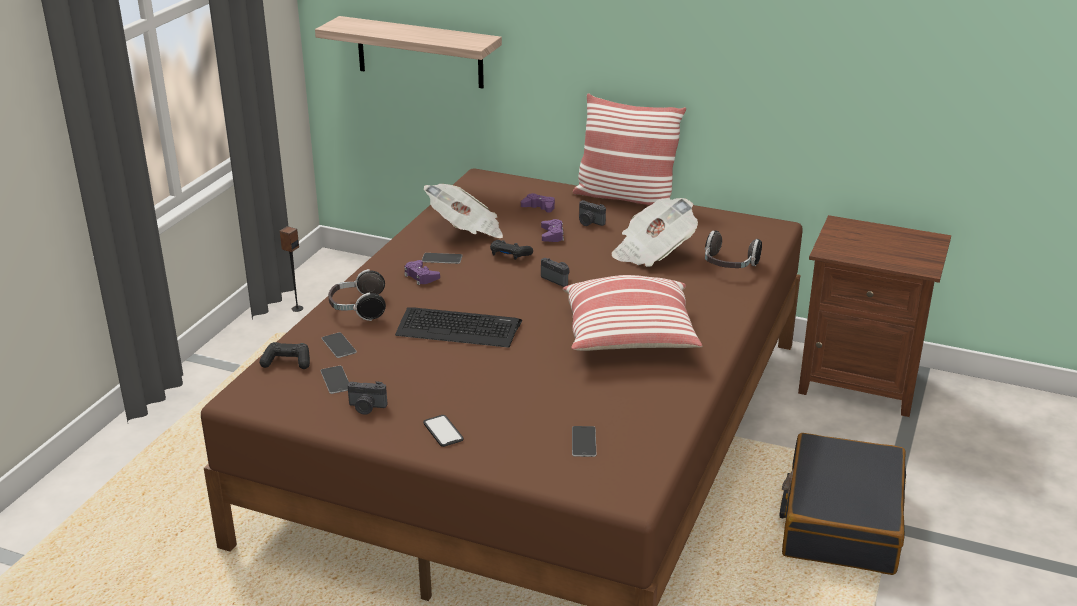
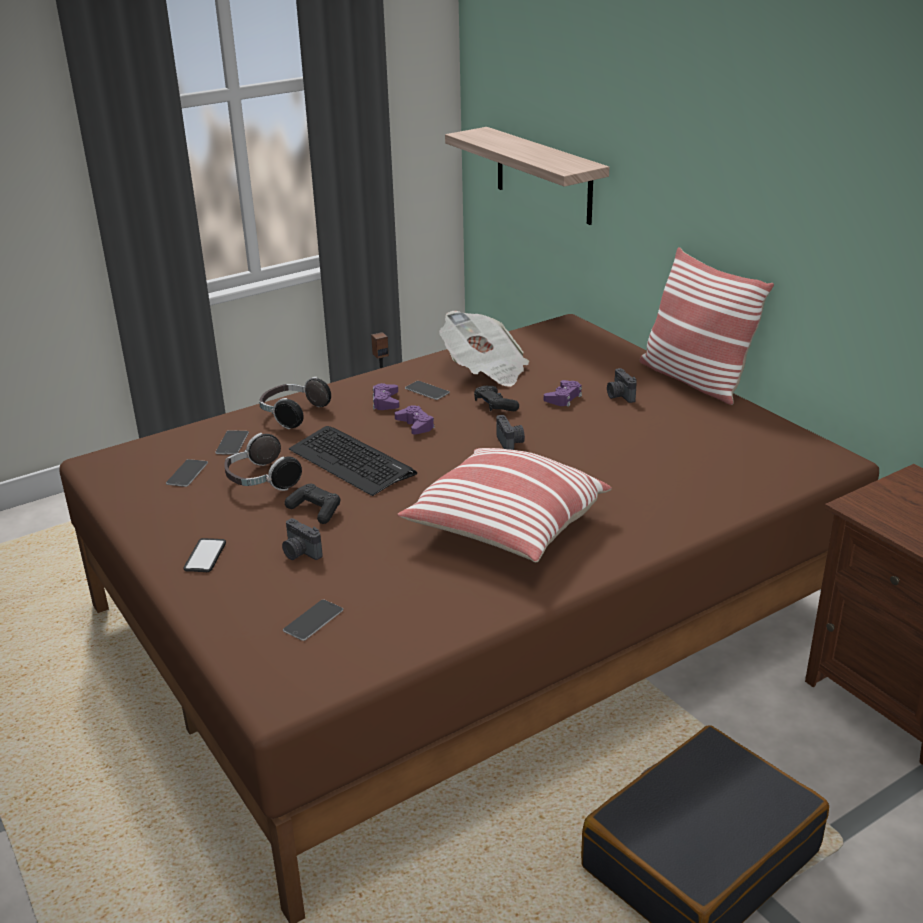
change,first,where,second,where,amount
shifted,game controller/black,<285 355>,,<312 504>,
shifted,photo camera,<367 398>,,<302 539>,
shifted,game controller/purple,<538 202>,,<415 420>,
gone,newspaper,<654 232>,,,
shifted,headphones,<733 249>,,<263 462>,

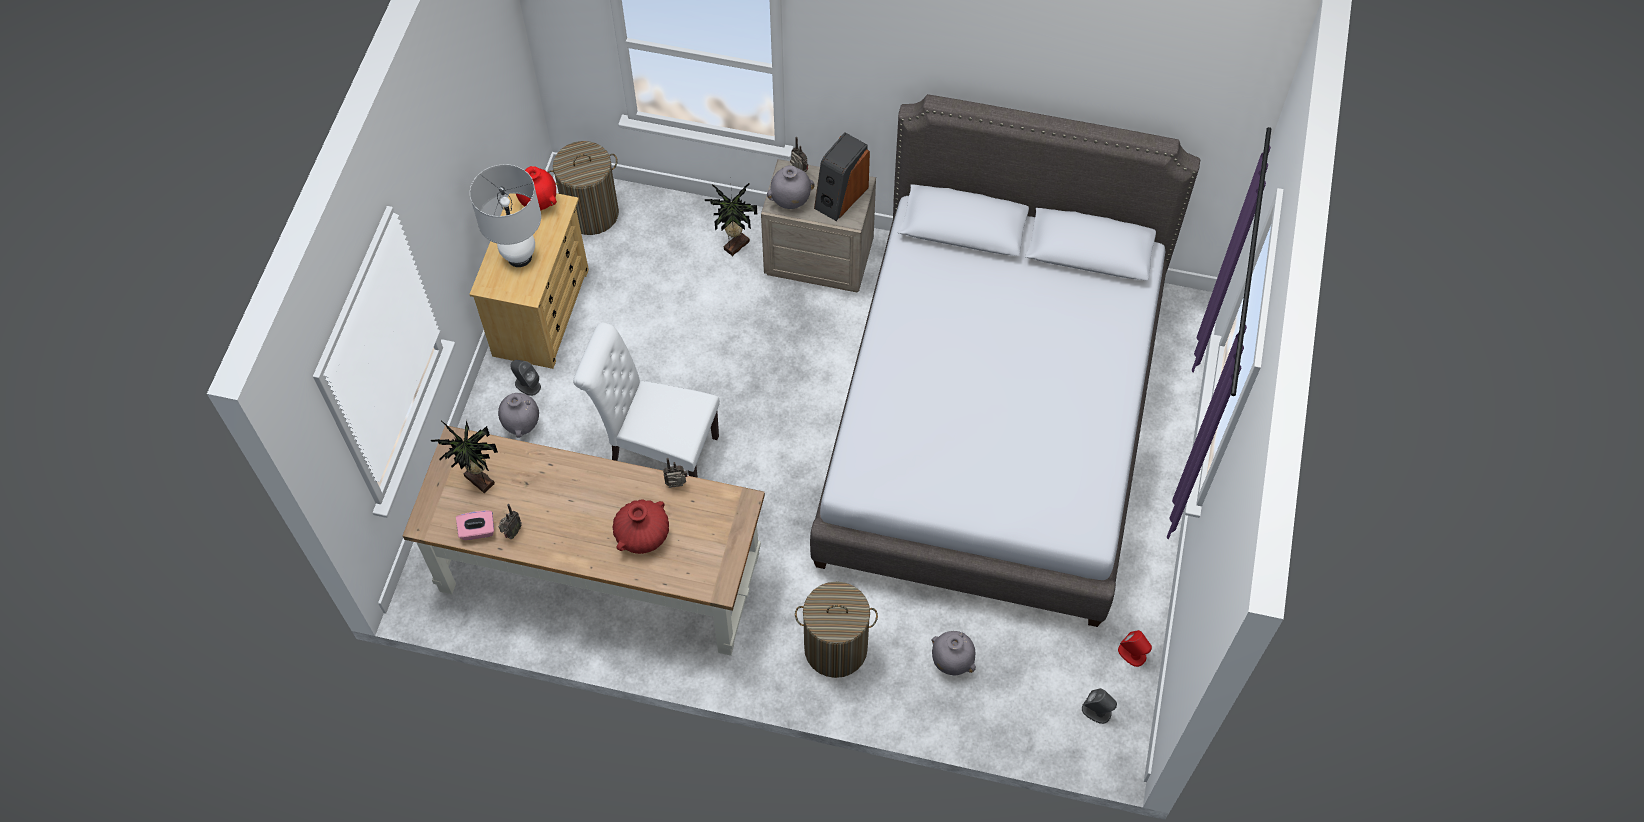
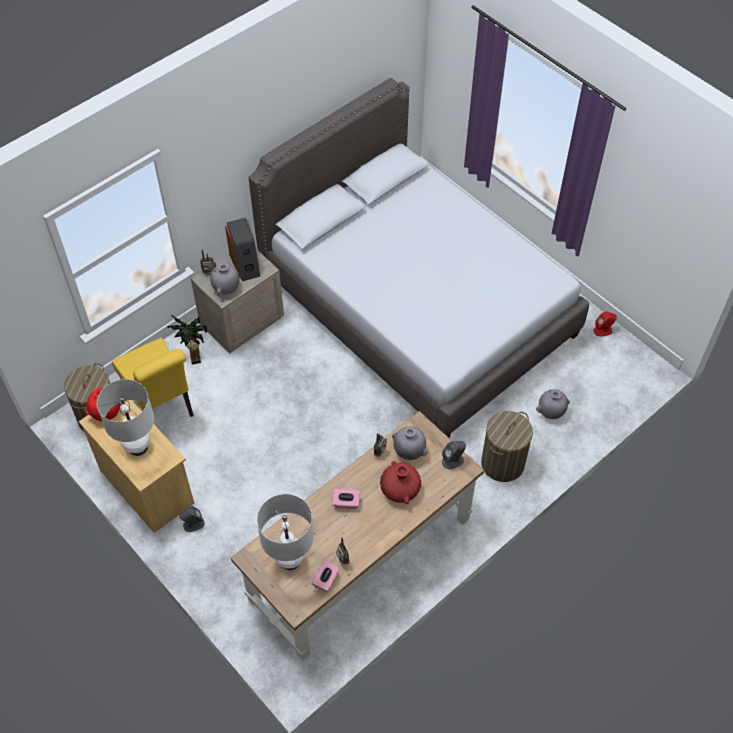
change,first,where,second,where,amount
swapped,potted plant,<464 456>,table lamp/white,<285 532>,
shifted,vase/grey,<518 415>,,<410 443>,
gone,chair/white,<646 400>,,,
shifted,speaker/grey,<1099 706>,,<454 455>,
new,,,chair/yellow,<153 377>,
new,,,tissue box/pink,<346 498>,

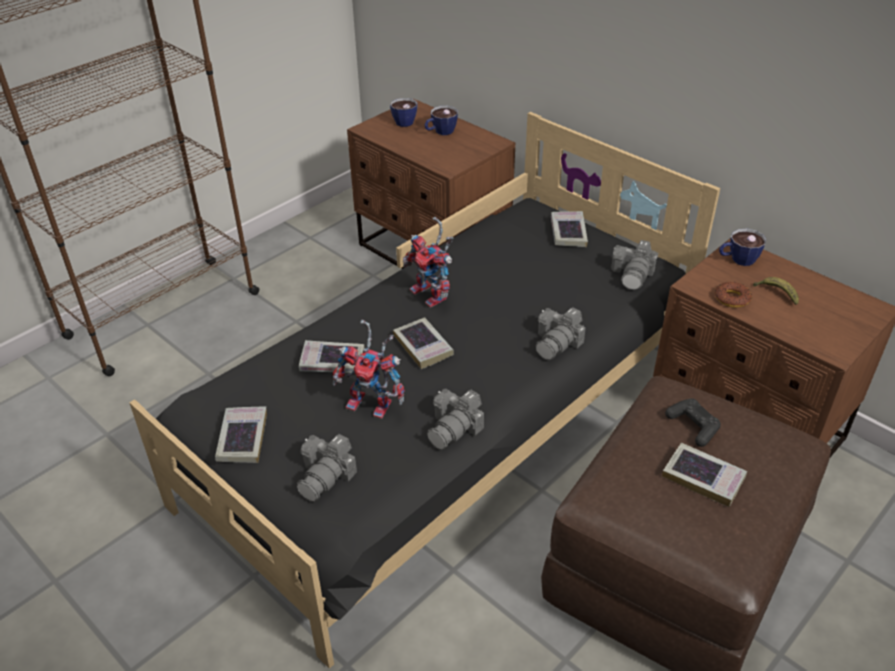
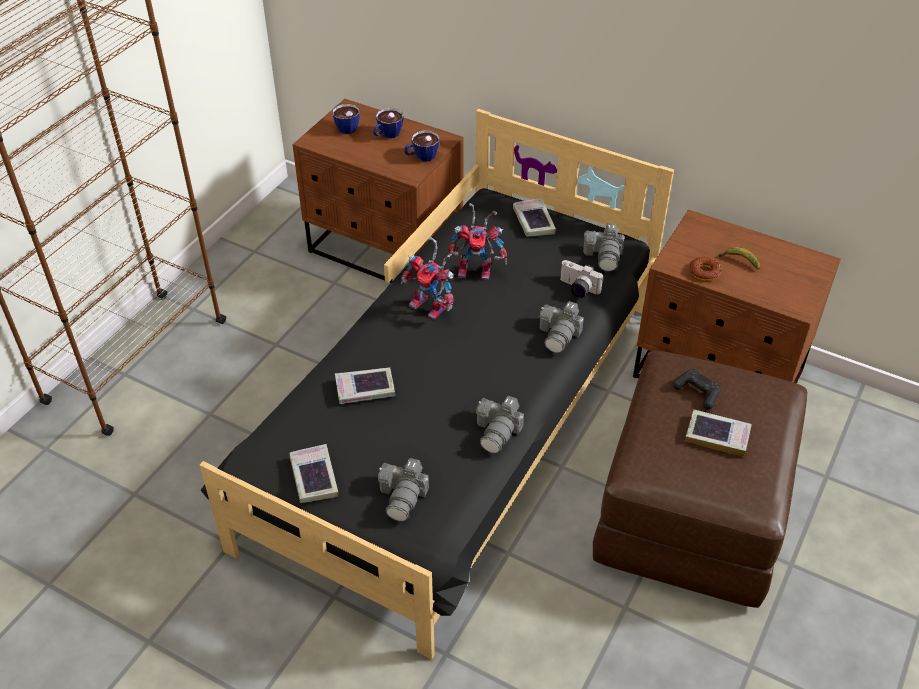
change,first,where,second,where,amount
shifted,toy robot,<368 369>,,<477 241>,
gone,book,<423 343>,,,
shifted,cup,<742 247>,,<422 146>,
new,,,photo camera,<581 279>,

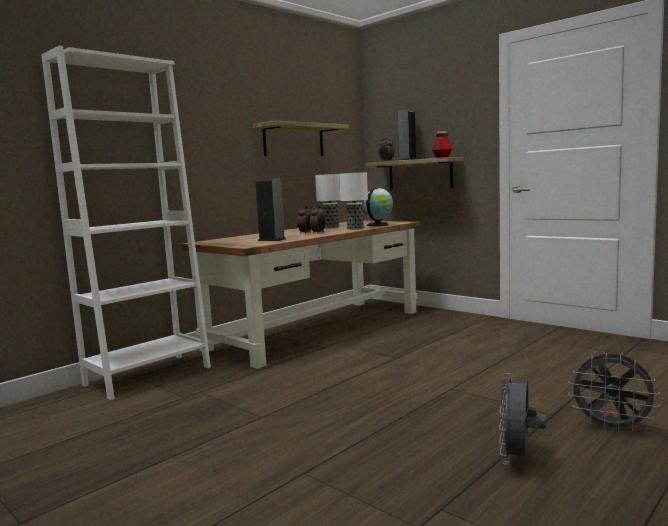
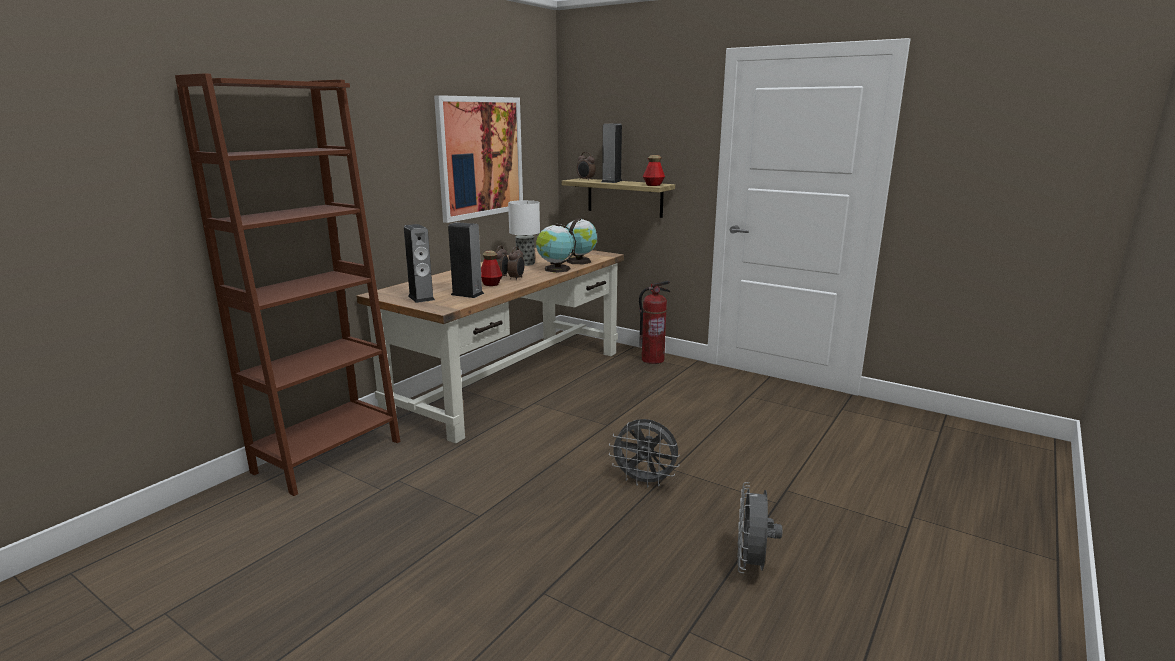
change,first,where,second,where,amount
repainted,bookcase/white,<126 223>,bookcase/brown,<287 284>,
swapped,shelf,<301 138>,picture,<478 159>,
swapped,table lamp,<353 201>,globe,<556 248>,
shifted,fan/grey,<614 393>,,<644 453>,
new,,,speaker,<419 263>,
new,,,bottle,<491 268>,
new,,,fire extinguisher,<655 322>,

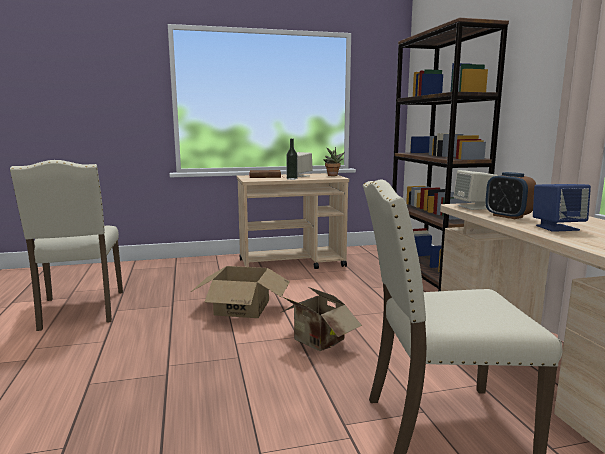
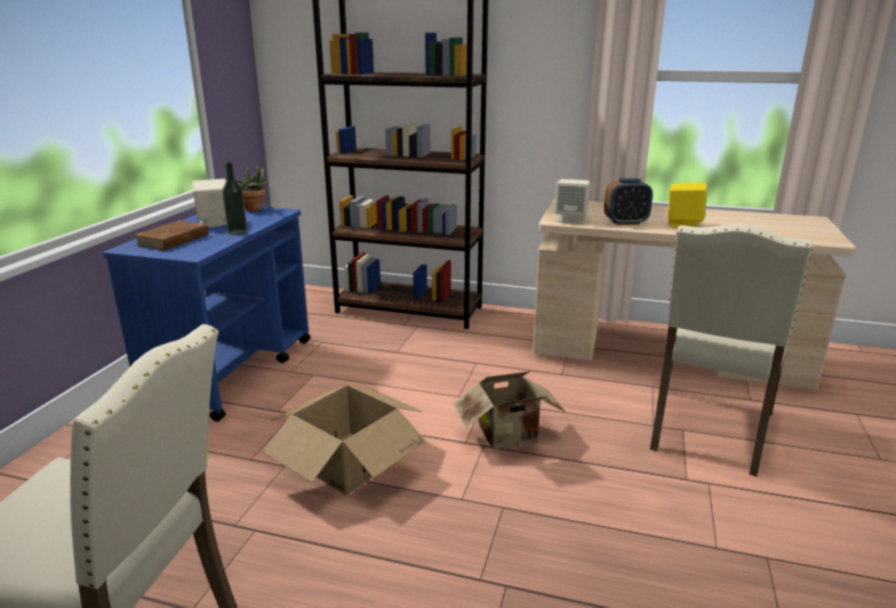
change,first,where,second,where,amount
repainted,cart/beige,<293 221>,cart/blue,<207 314>,
repainted,speaker/blue,<562 208>,speaker/yellow,<687 205>,

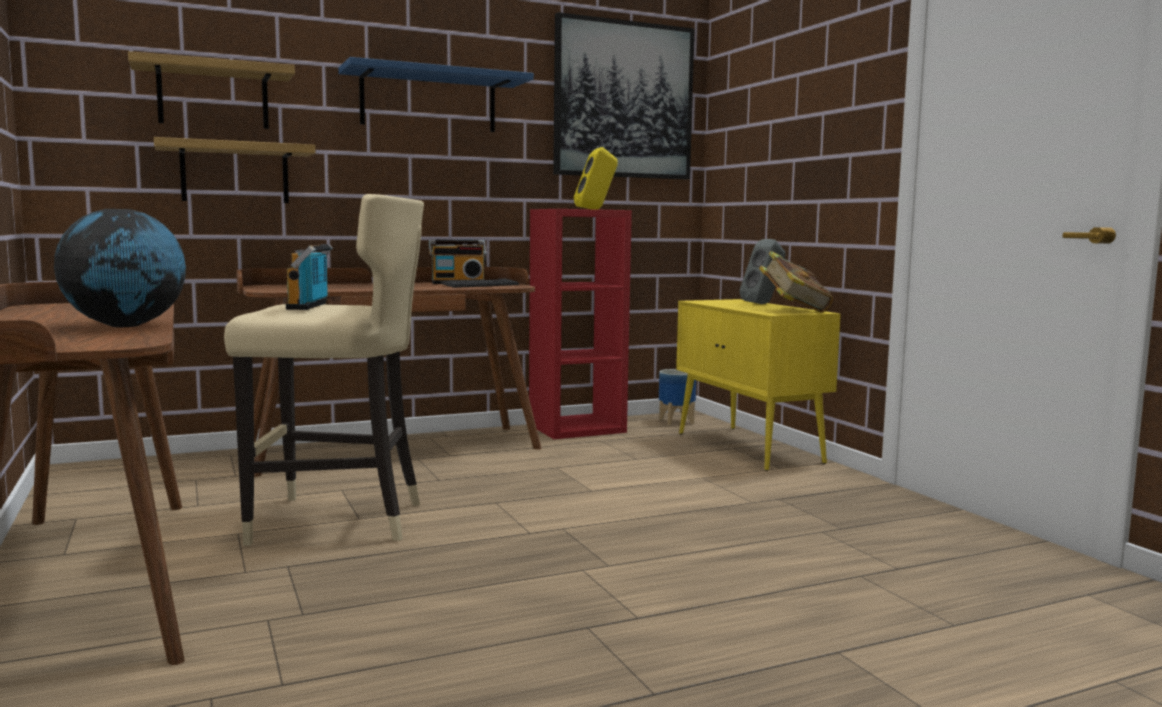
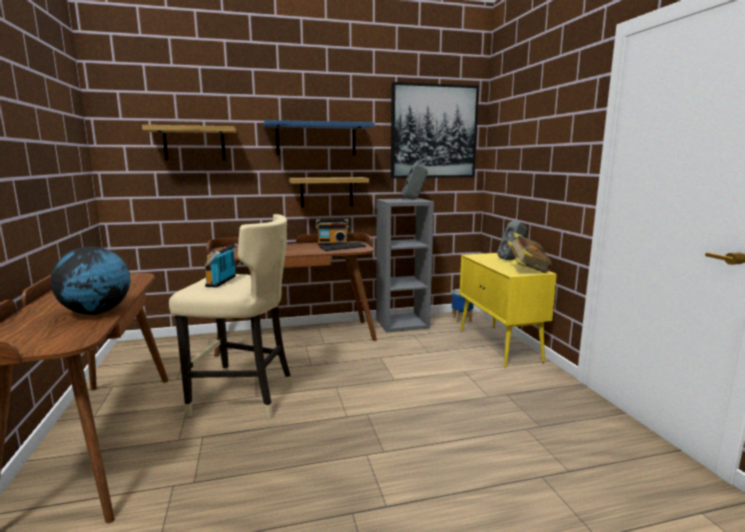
change,first,where,second,where,amount
shifted,shelf,<235 170>,,<329 192>,
repainted,bookcase/red,<580 324>,bookcase/grey,<405 265>,
repainted,speaker/yellow,<596 178>,speaker/grey,<415 181>,

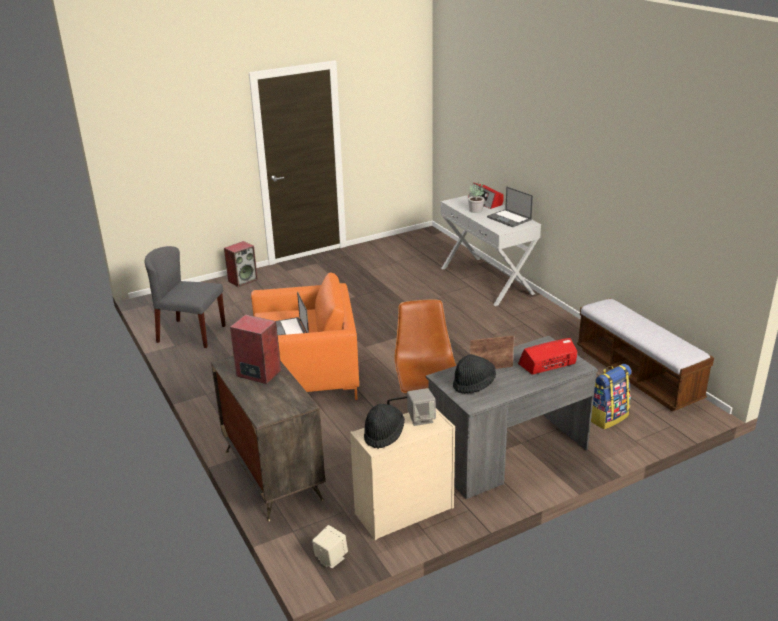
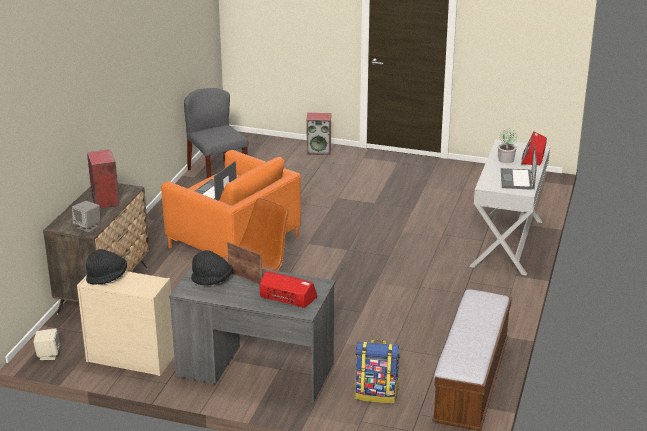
change,first,where,second,where,amount
shifted,speaker/grey,<421 407>,,<86 216>,

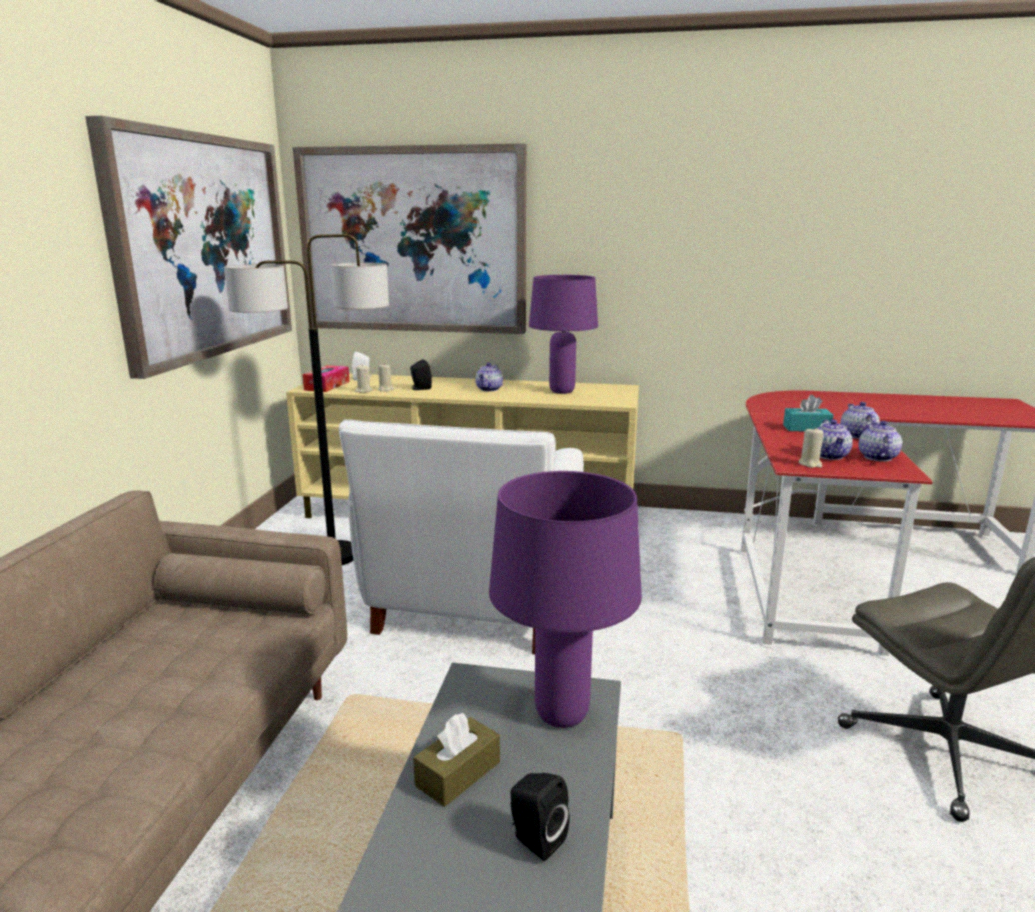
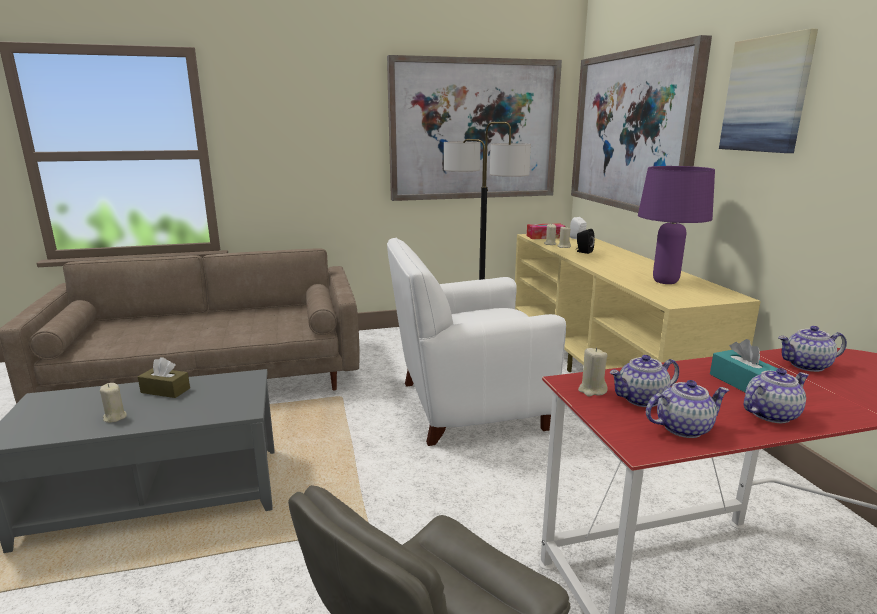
change,first,where,second,where,amount
shifted,teapot,<489 377>,,<812 349>,
gone,table lamp/purple,<565 599>,,,
swapped,speaker/black,<540 817>,candle/beige,<113 403>,
new,,,picture,<768 90>,

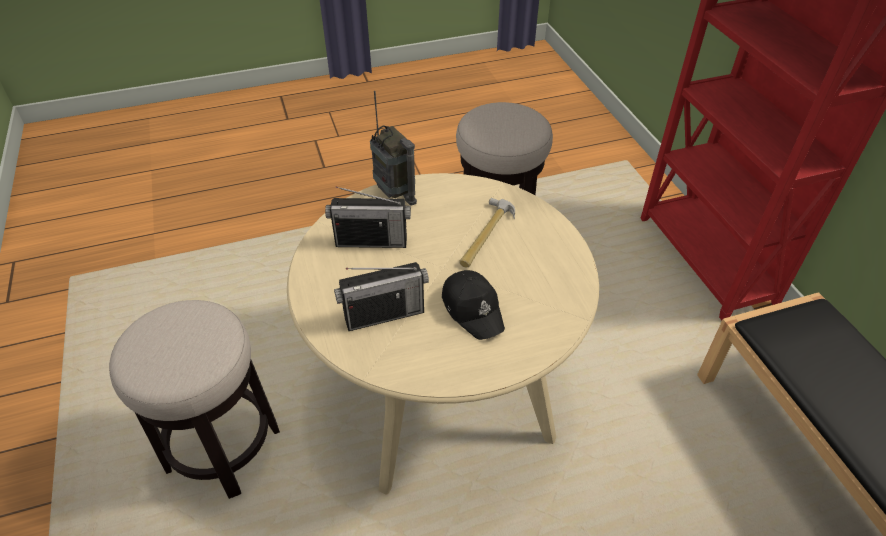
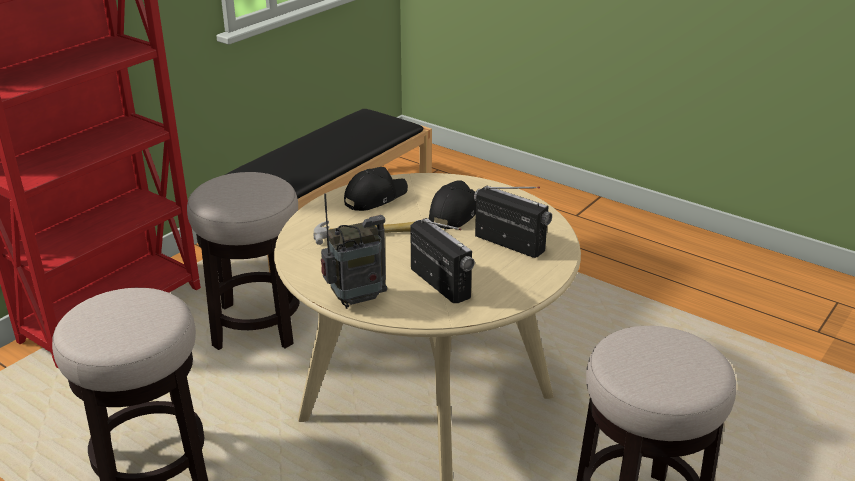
change,first,where,second,where,amount
rotated,radio,<393 148>,,<354 251>,45 degrees clockwise
new,,,stool,<243 261>,
new,,,cap/black,<376 189>,

